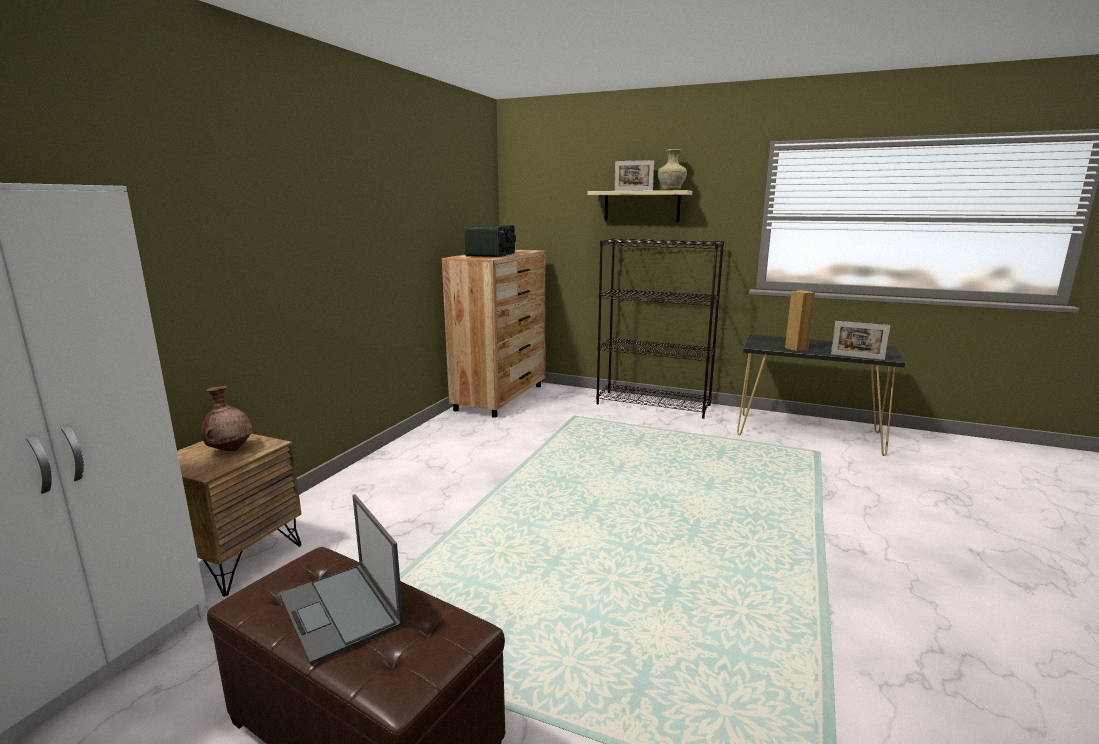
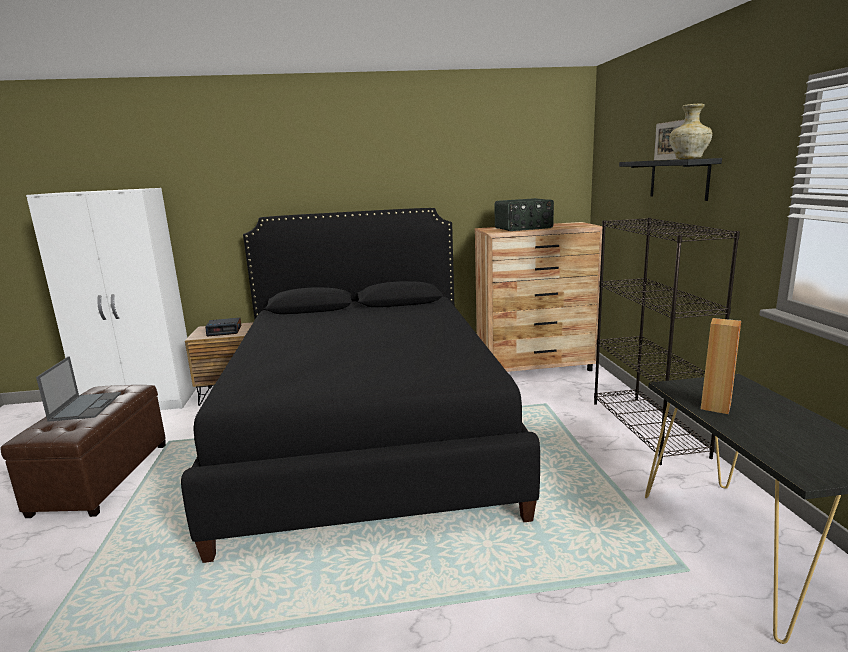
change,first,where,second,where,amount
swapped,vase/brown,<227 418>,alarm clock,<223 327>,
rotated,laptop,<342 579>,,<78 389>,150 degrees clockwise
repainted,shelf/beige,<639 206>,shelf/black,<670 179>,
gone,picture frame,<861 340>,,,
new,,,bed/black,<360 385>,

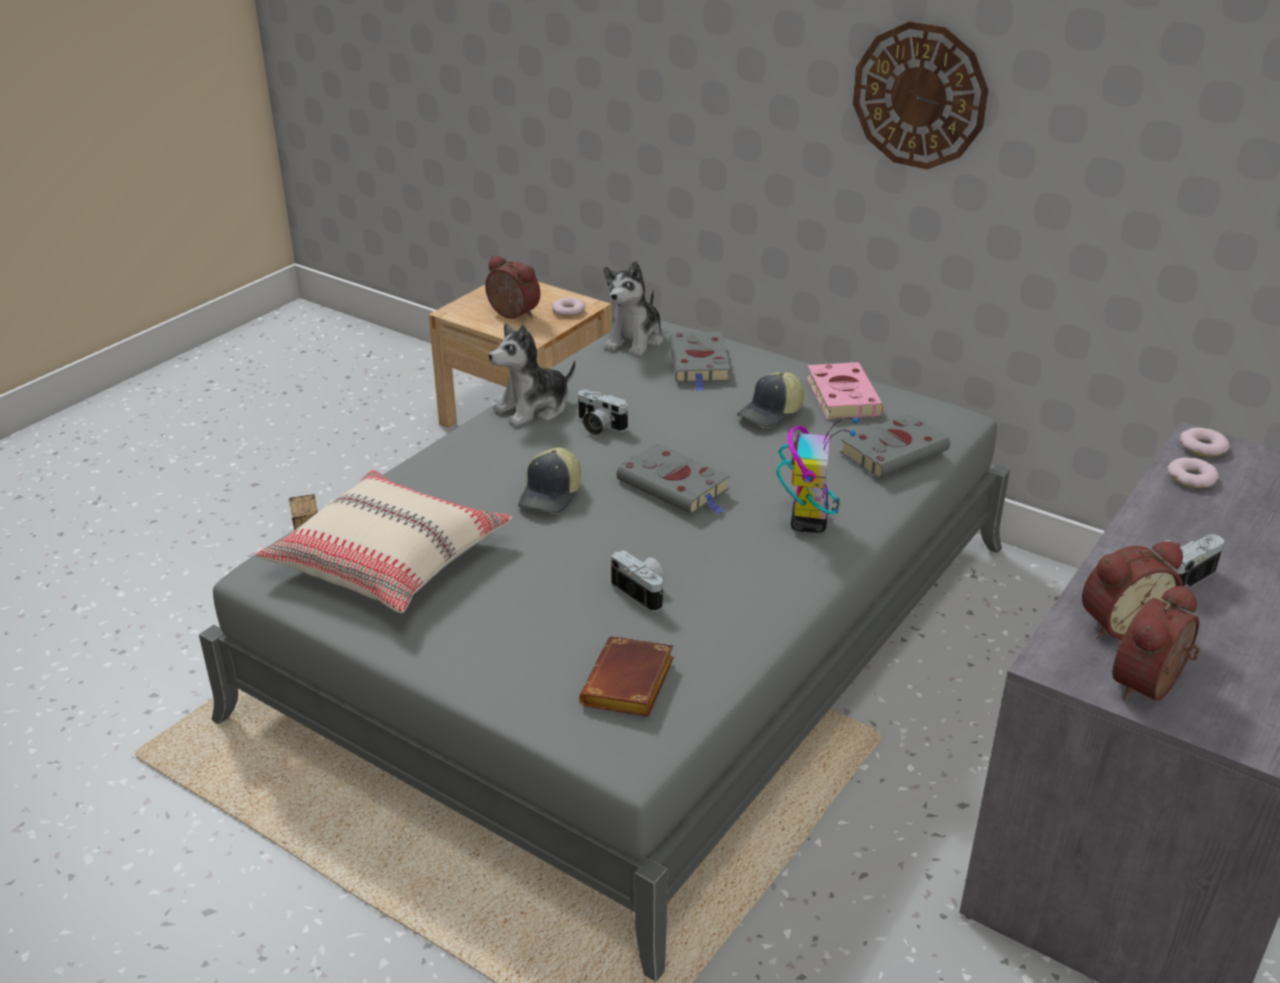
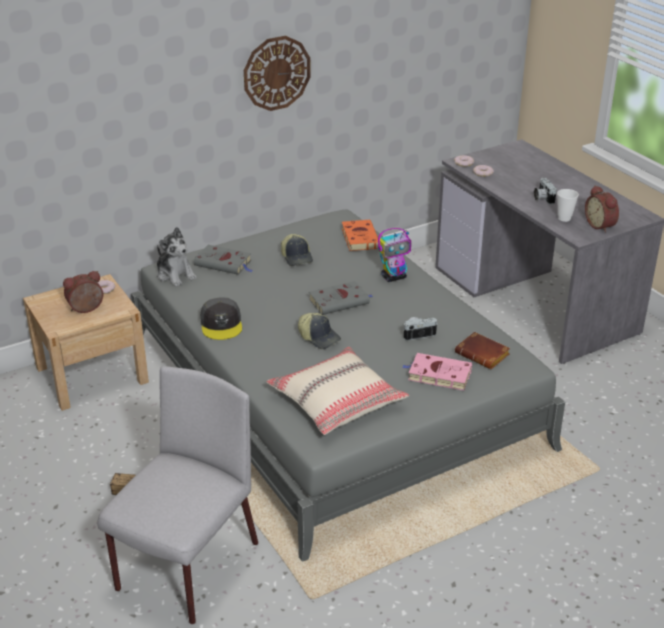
change,first,where,second,where,amount
swapped,plush toy,<532 375>,cap/grey,<221 319>,
gone,photo camera,<603 412>,,,
rotated,toy robot,<818 475>,,<394 255>,120 degrees clockwise
shifted,book/pink,<845 390>,,<437 372>,
repainted,book/grey,<895 445>,book/orange,<360 235>,
swapped,alarm clock,<1132 590>,cup,<568 205>,
new,,,chair/grey,<177 495>,

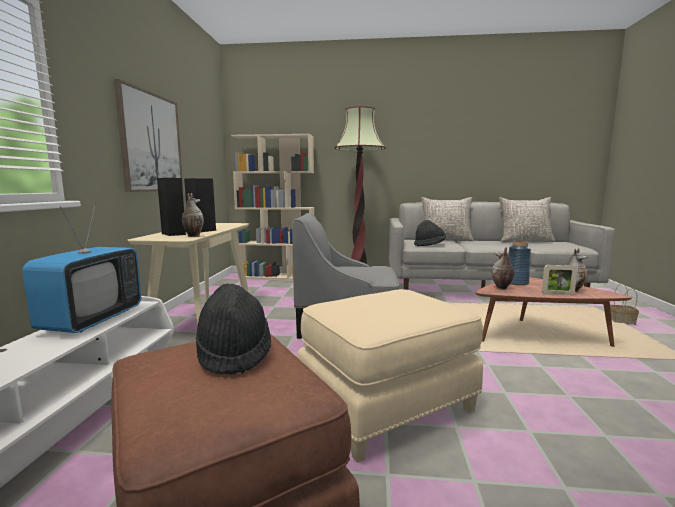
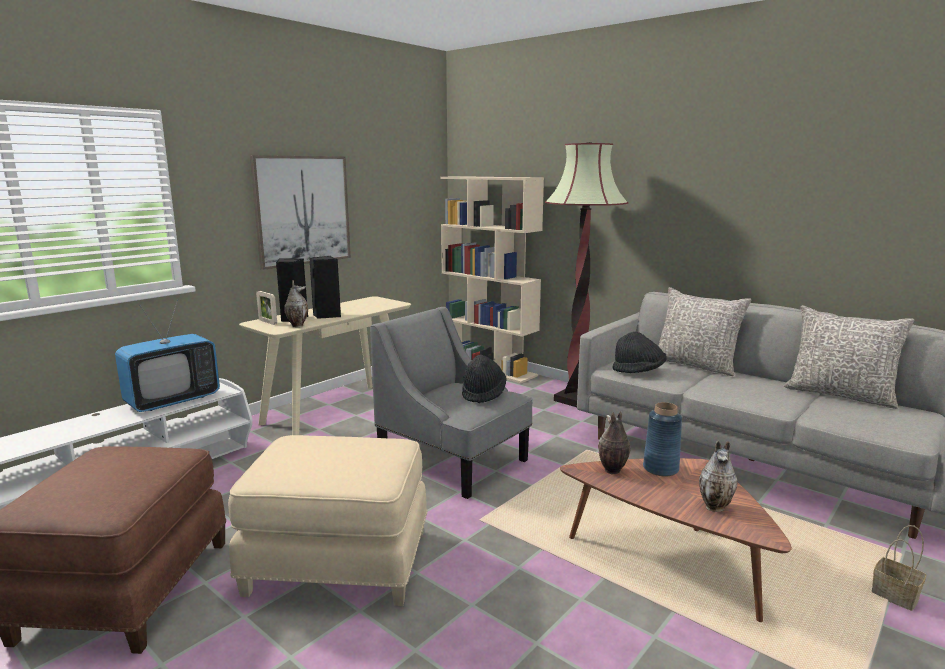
change,first,where,second,where,amount
shifted,hat/black,<233 328>,,<484 379>,
shifted,picture frame,<560 280>,,<266 308>,

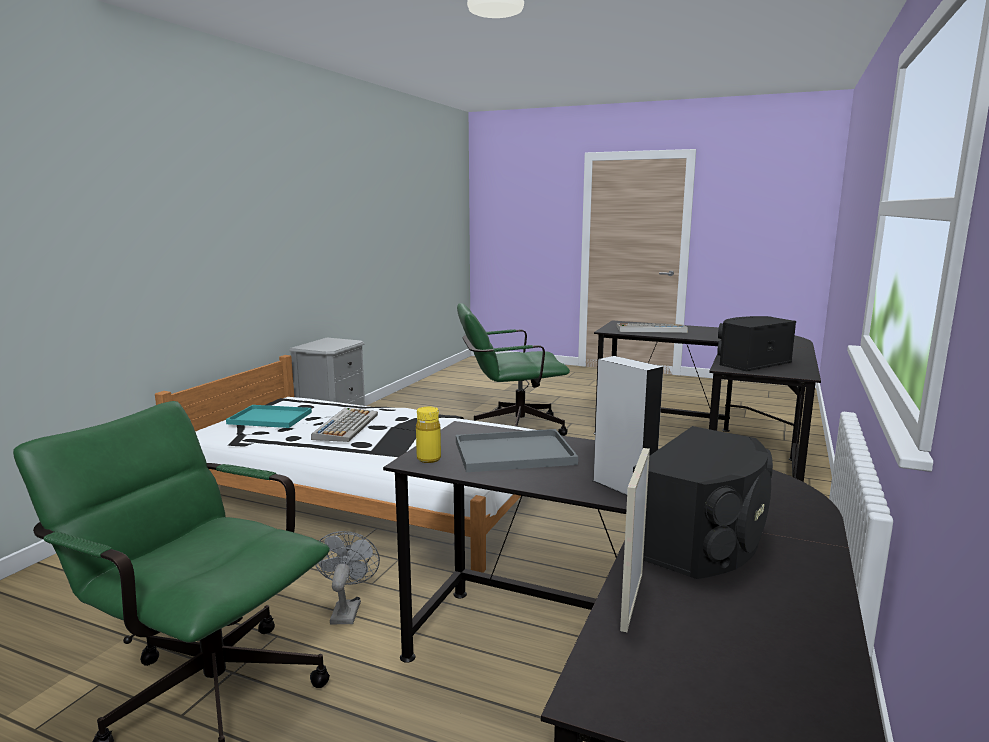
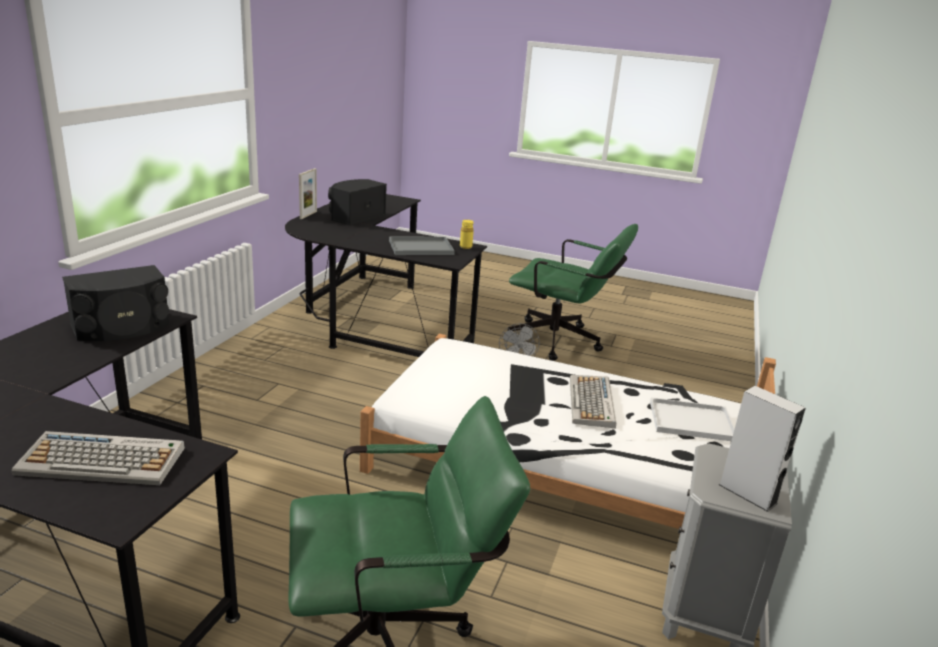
change,first,where,second,where,amount
repainted,tray/turquoise,<269 416>,tray/white,<692 419>,
shifted,speaker/grey,<628 425>,,<762 449>,
shifted,picture frame,<635 540>,,<308 193>,

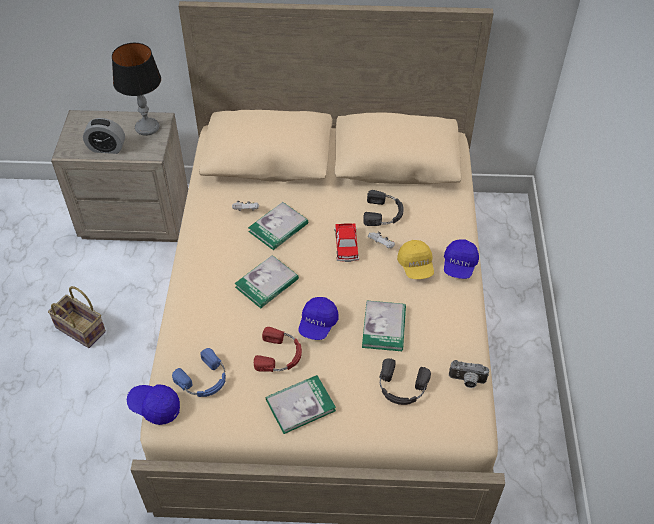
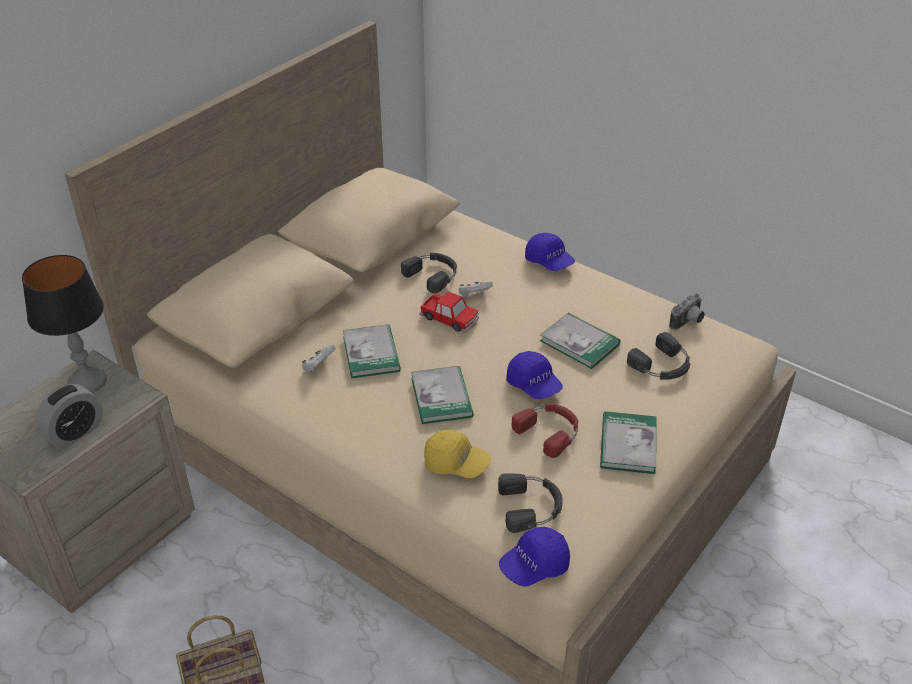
change,first,where,second,where,amount
repainted,headphones/blue,<199 372>,headphones/black,<530 503>,
shifted,cap/yellow,<415 259>,,<457 453>,

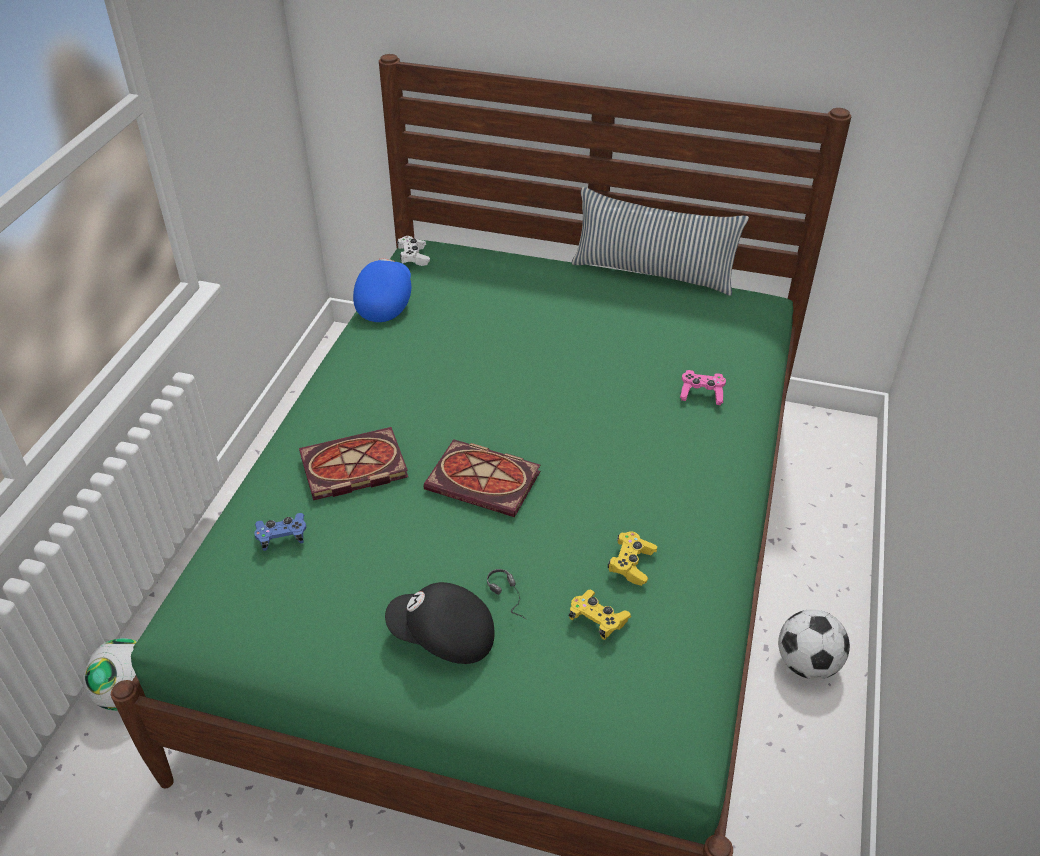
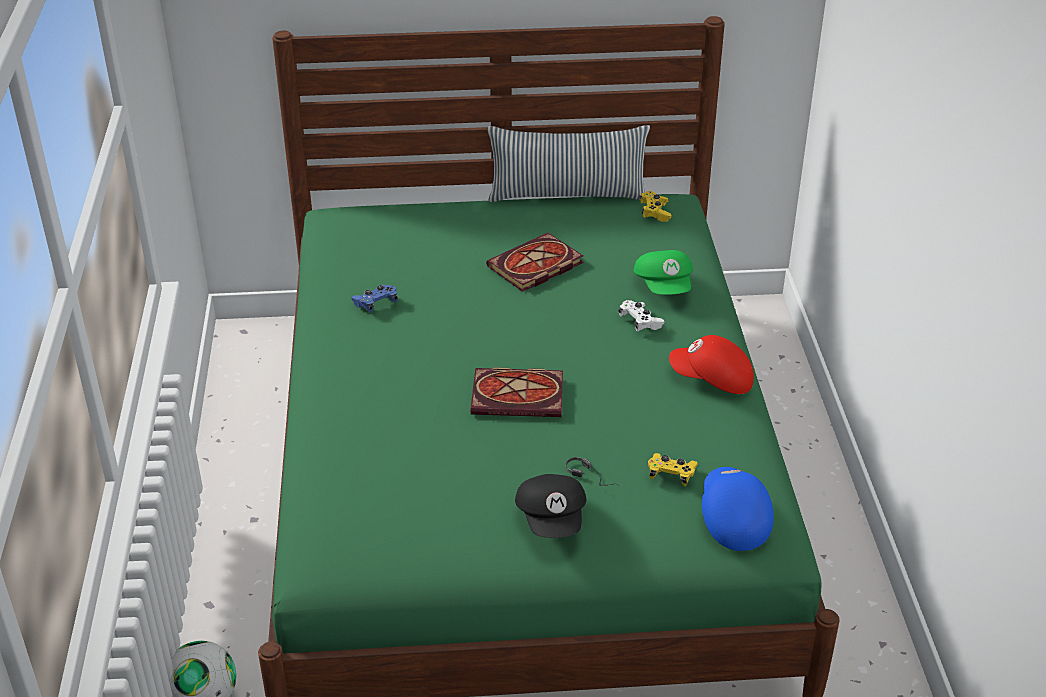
change,first,where,second,where,amount
shifted,game controller/blue,<280 532>,,<374 299>,
shifted,book,<353 463>,,<534 262>,
shifted,cap/blue,<382 290>,,<738 509>,
rotated,cap/black,<439 623>,,<550 506>,90 degrees counterclockwise
shifted,game controller/white,<413 251>,,<641 316>,
shifted,game controller/yellow,<632 558>,,<655 206>,
swapped,game controller/pink,<703 387>,cap/green,<663 272>,
gone,football,<814 644>,,,
new,,,cap/red,<711 364>,

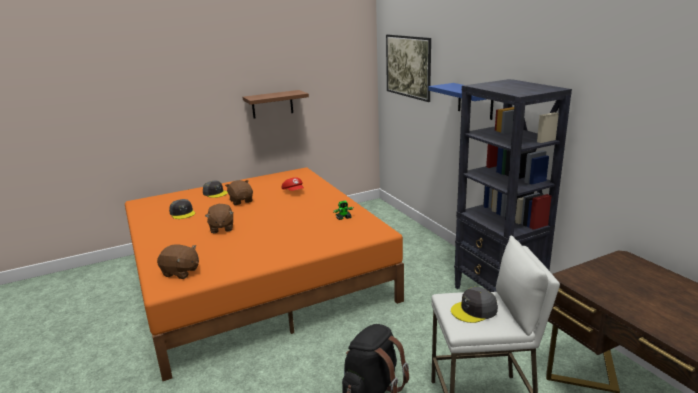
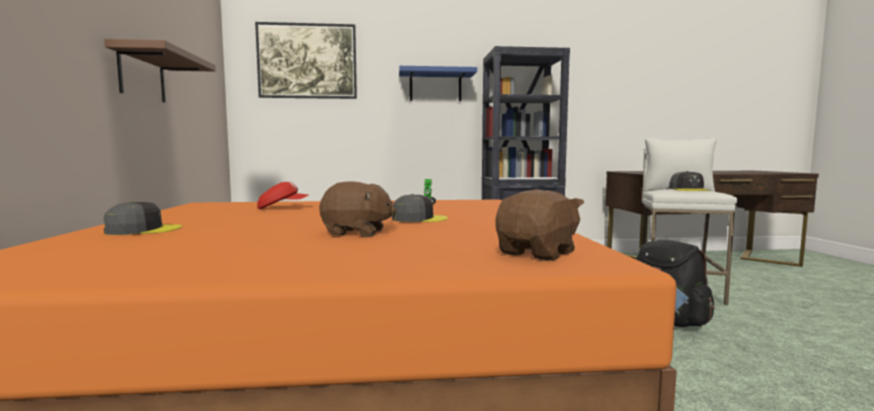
change,first,where,second,where,amount
shifted,cap/grey,<182 209>,,<420 208>,
gone,plush toy/brown,<239 192>,,,

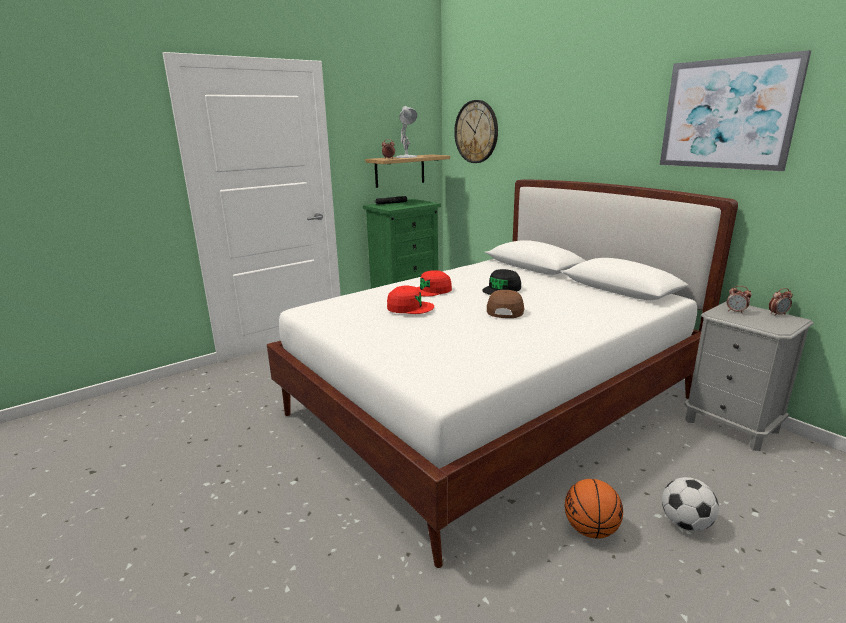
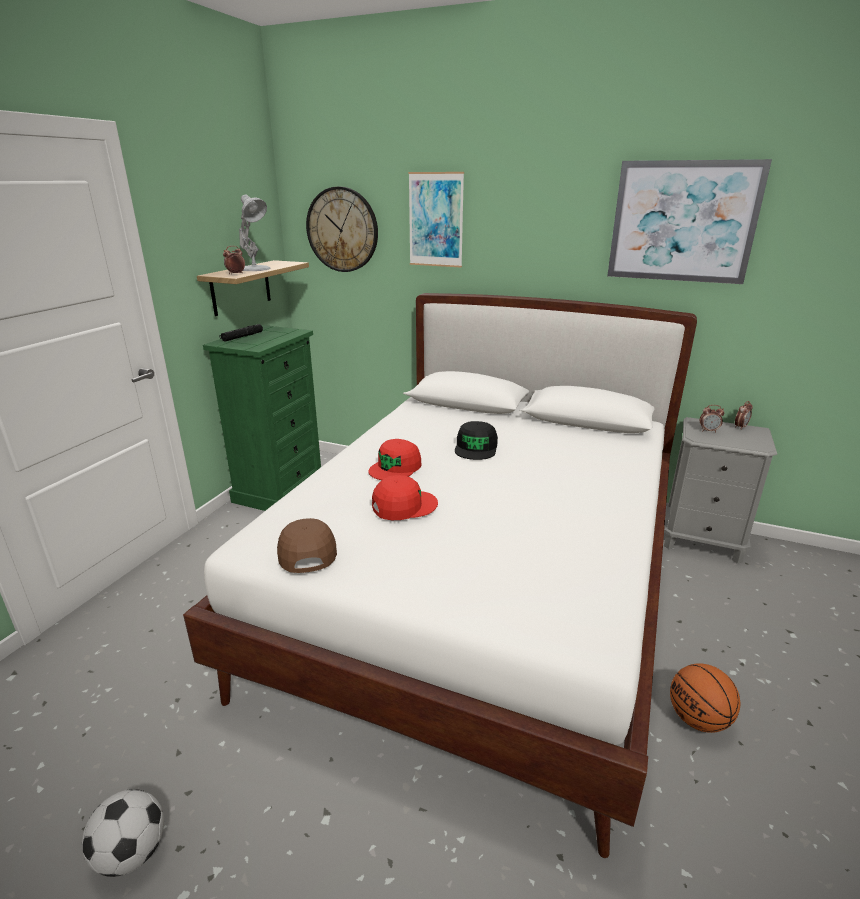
change,first,where,second,where,amount
shifted,cap/brown,<506 304>,,<307 545>,
shifted,football,<690 504>,,<123 833>,
new,,,picture,<436 219>,

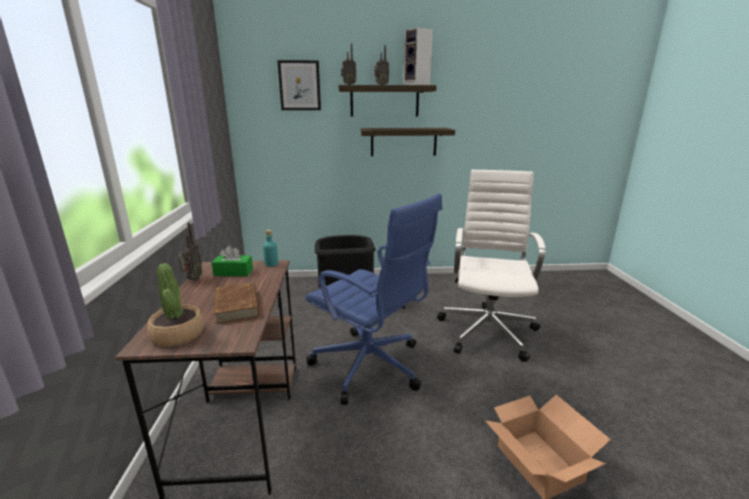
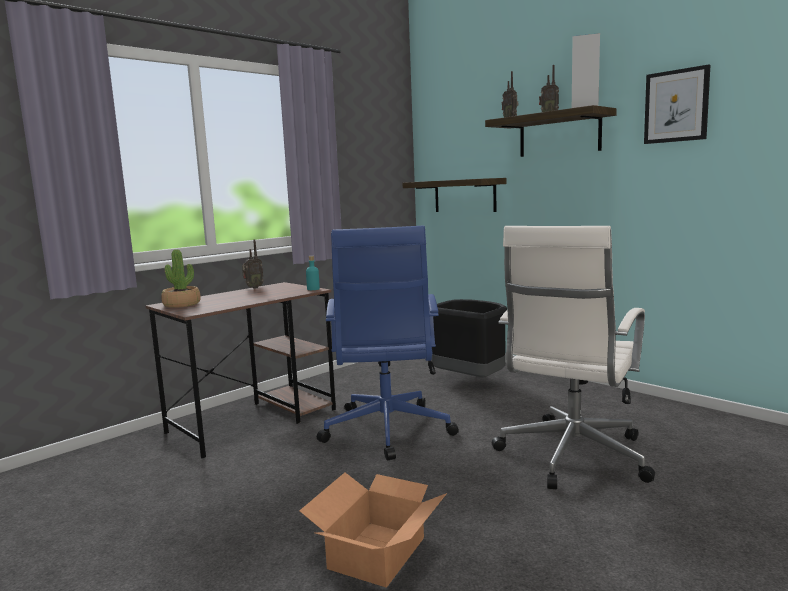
change,first,where,second,where,amount
gone,tissue box/green,<232 260>,,,
gone,book/brown,<236 303>,,,
shifted,picture,<299 85>,,<677 104>,
shifted,shelf,<408 142>,,<454 195>,
rotated,office chair/white,<491 266>,,<573 357>,150 degrees clockwise

